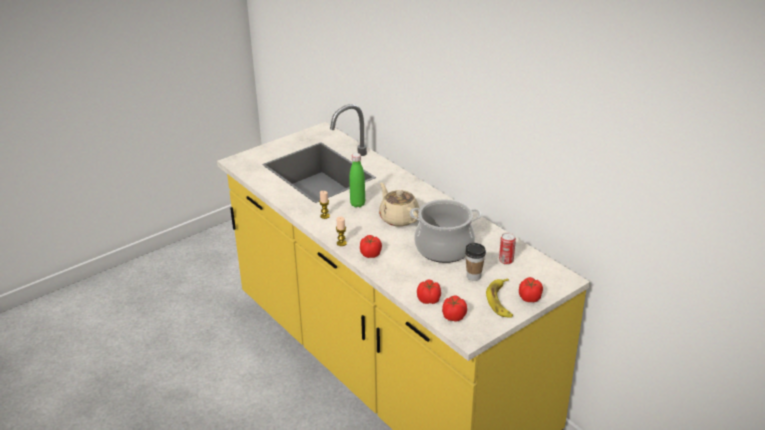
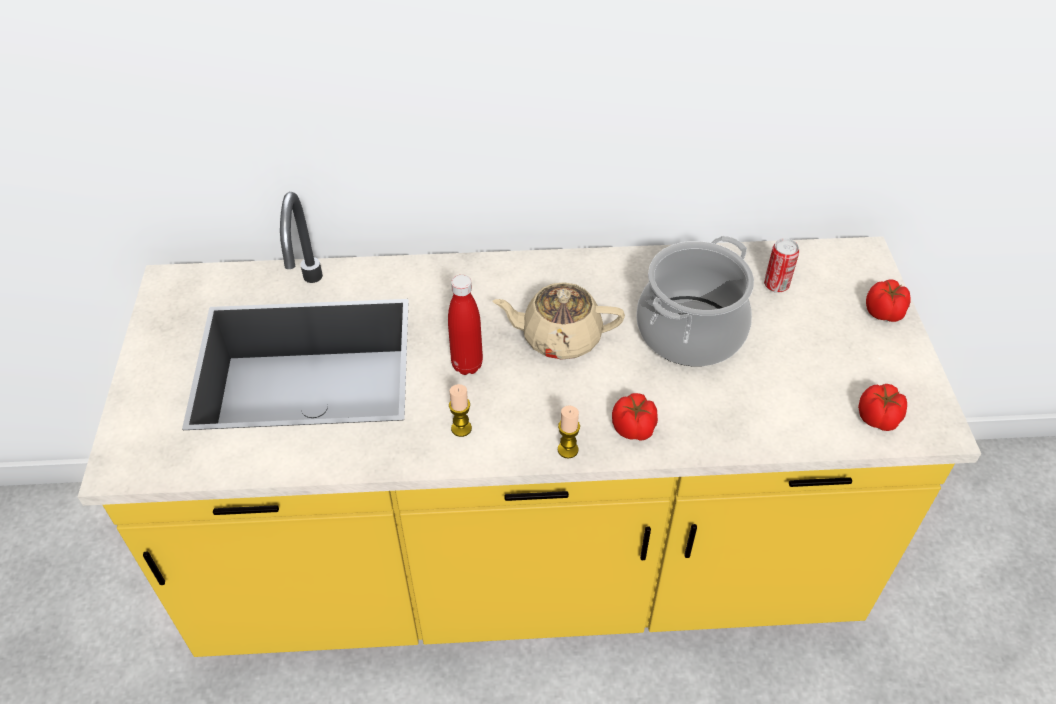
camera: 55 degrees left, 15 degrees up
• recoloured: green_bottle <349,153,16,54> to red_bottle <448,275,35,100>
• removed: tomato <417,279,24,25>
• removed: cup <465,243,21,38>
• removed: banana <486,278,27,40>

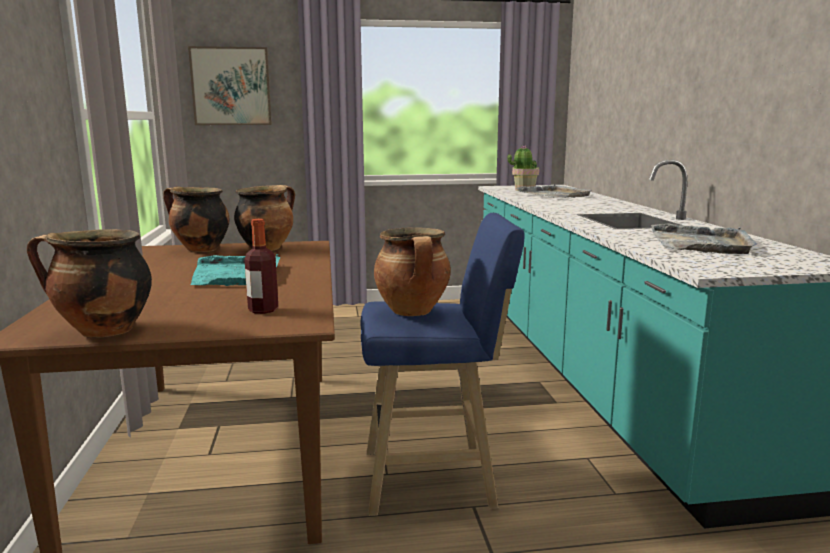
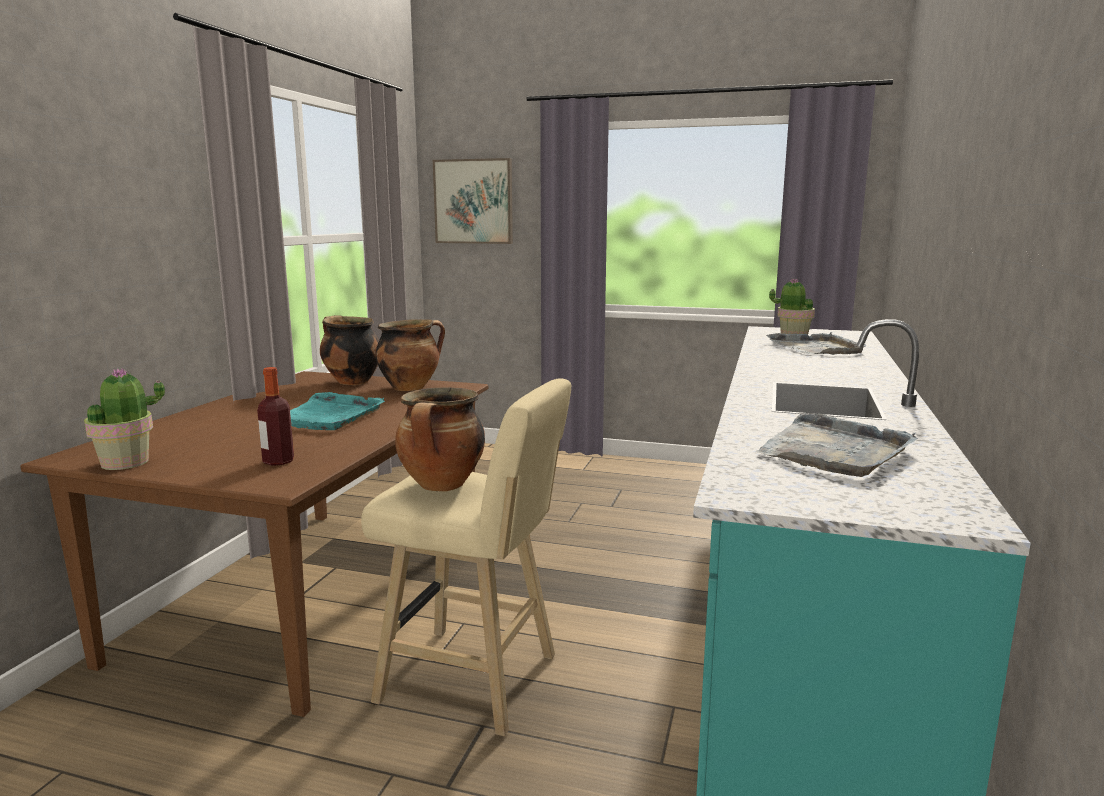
camera: 25 degrees right, 0 degrees up
• replaced: cooking_pot <27,229,125,108> to potted_plant <84,368,81,102>
• recoloured: blue_stool <361,213,164,303> to beige_stool <361,378,210,358>

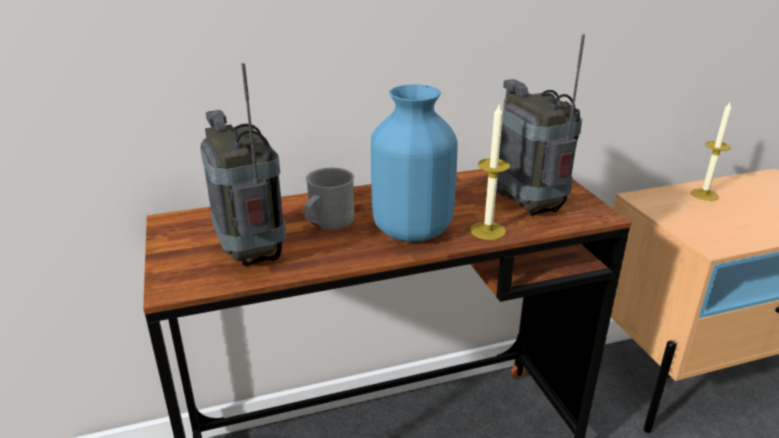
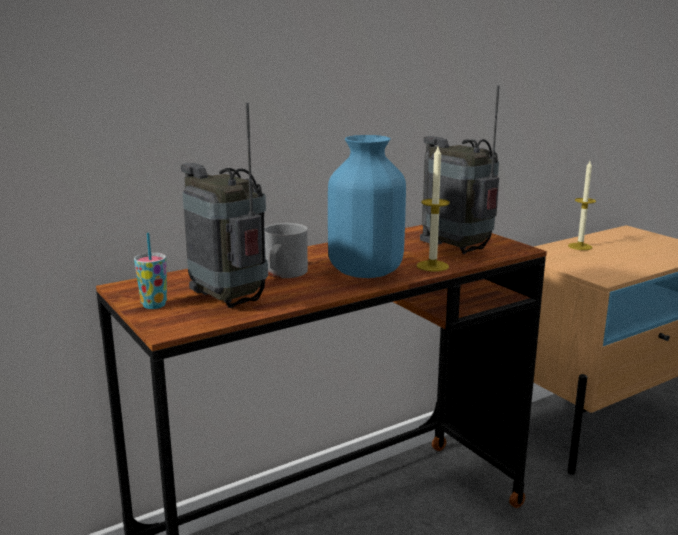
camera: 15 degrees left, 10 degrees down
• added: cup <134,233,33,76>

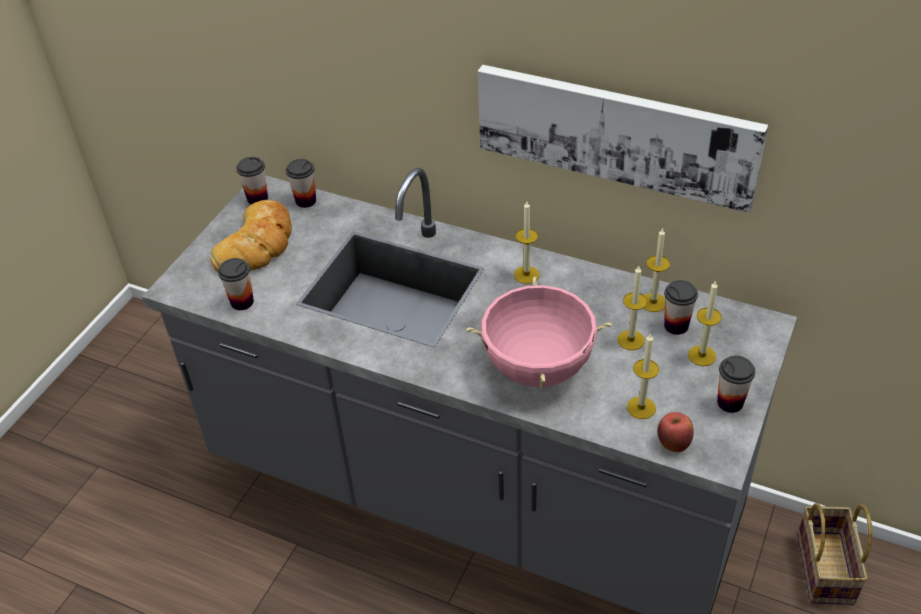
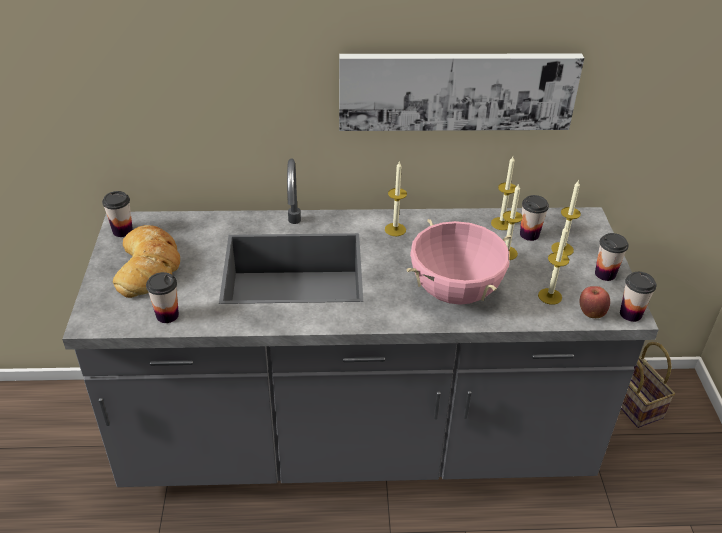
camera: 30 degrees left, 5 degrees down
• moved: cup <286,159,30,49> to <620,272,37,50>

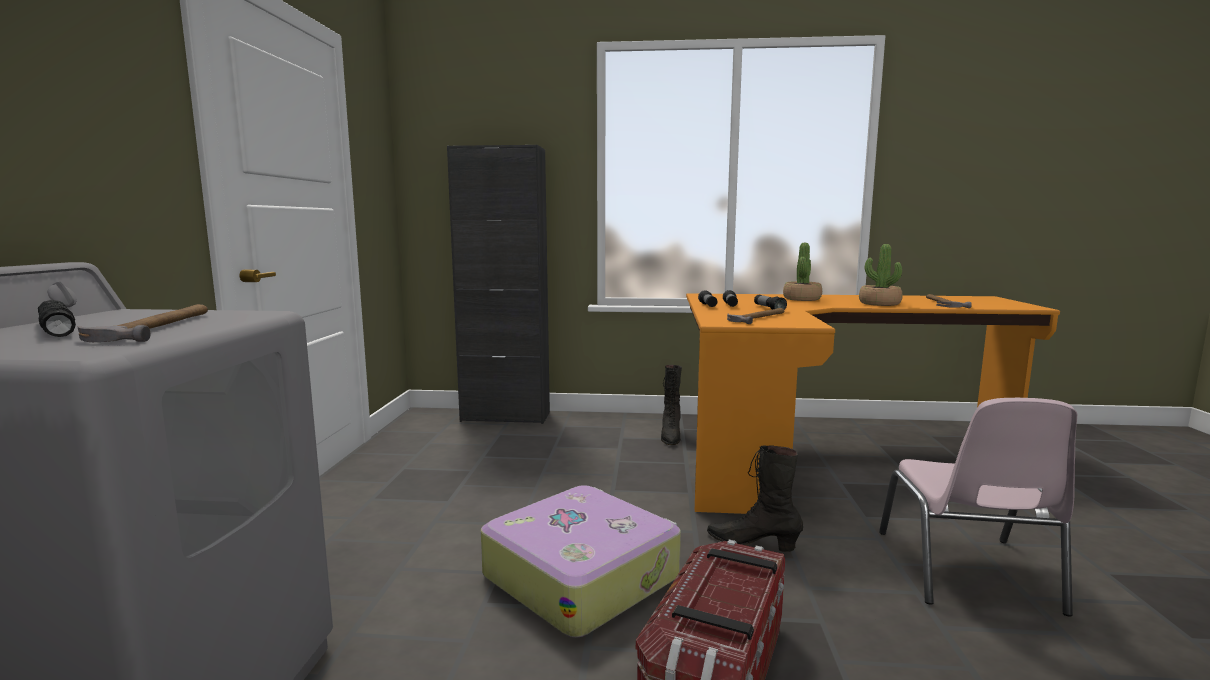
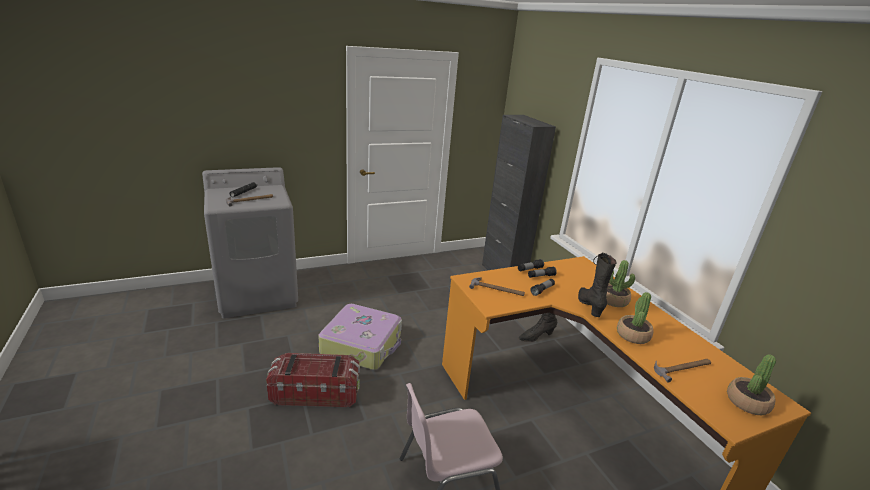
camera: 60 degrees right, 15 degrees up
• moved: black_boot <707,445,96,107> to <578,252,38,65>
• added: potted_plant <727,355,49,60>

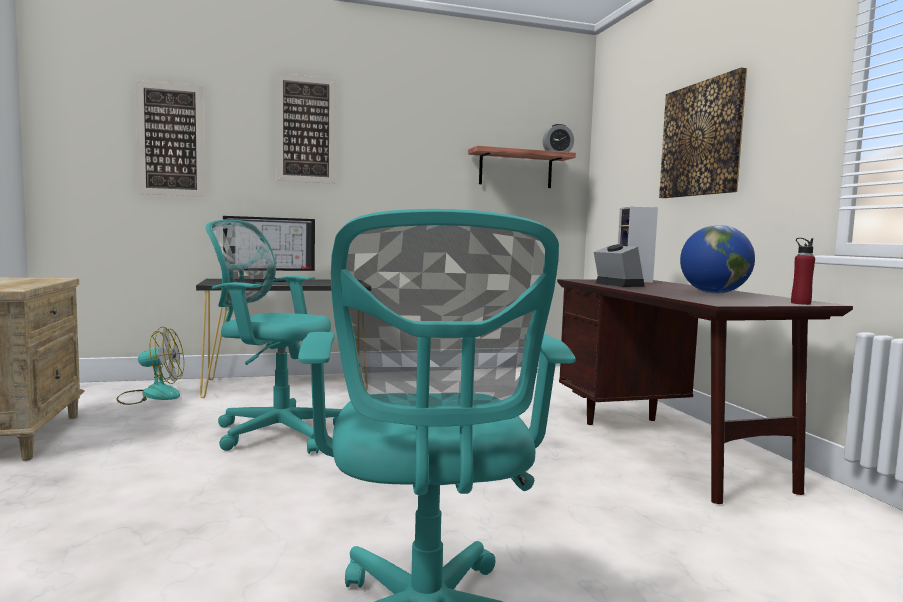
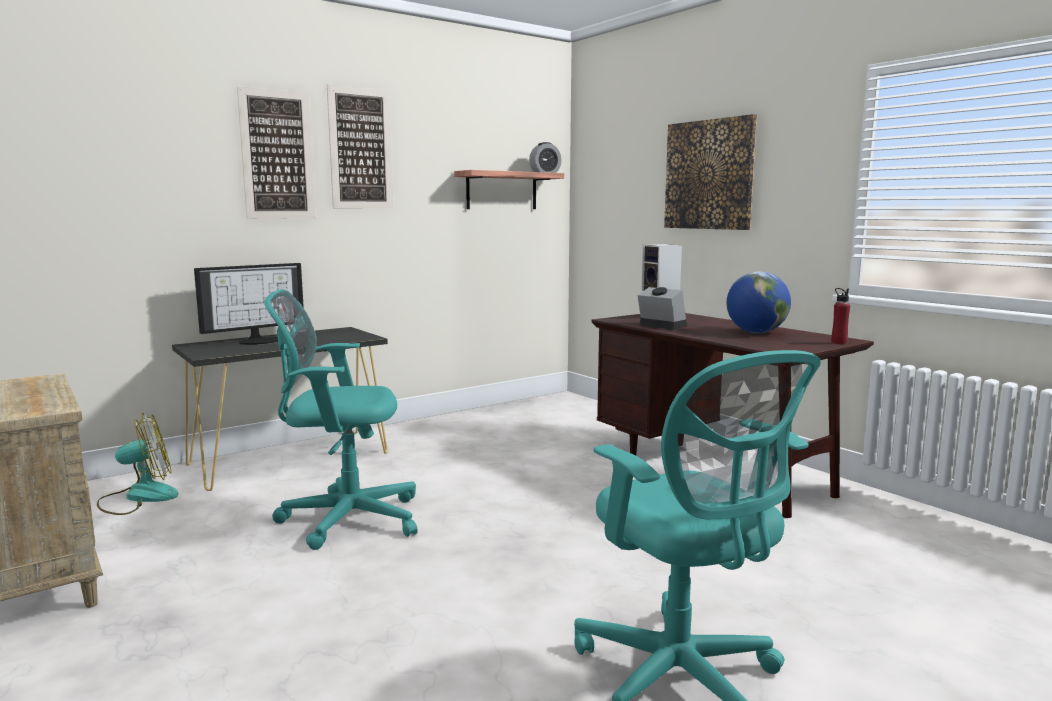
camera: 20 degrees left, 5 degrees up
• moved: picture <135,80,69,117> to <327,85,66,123>

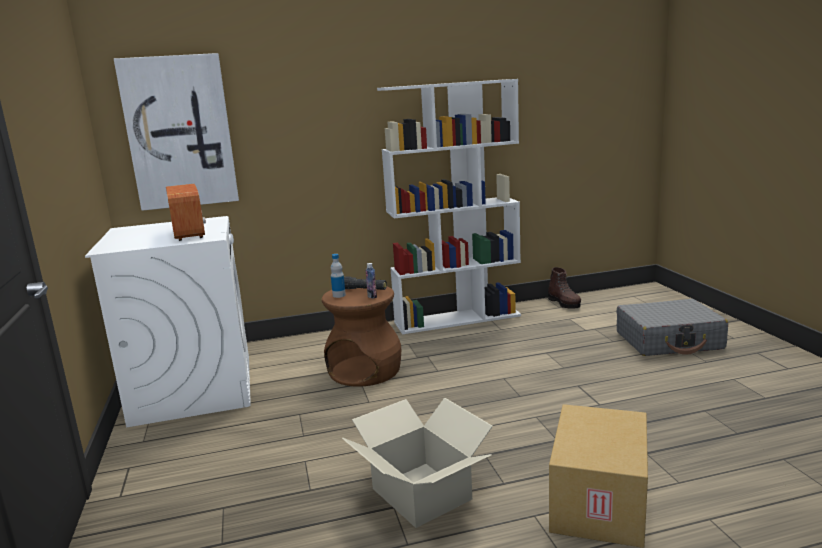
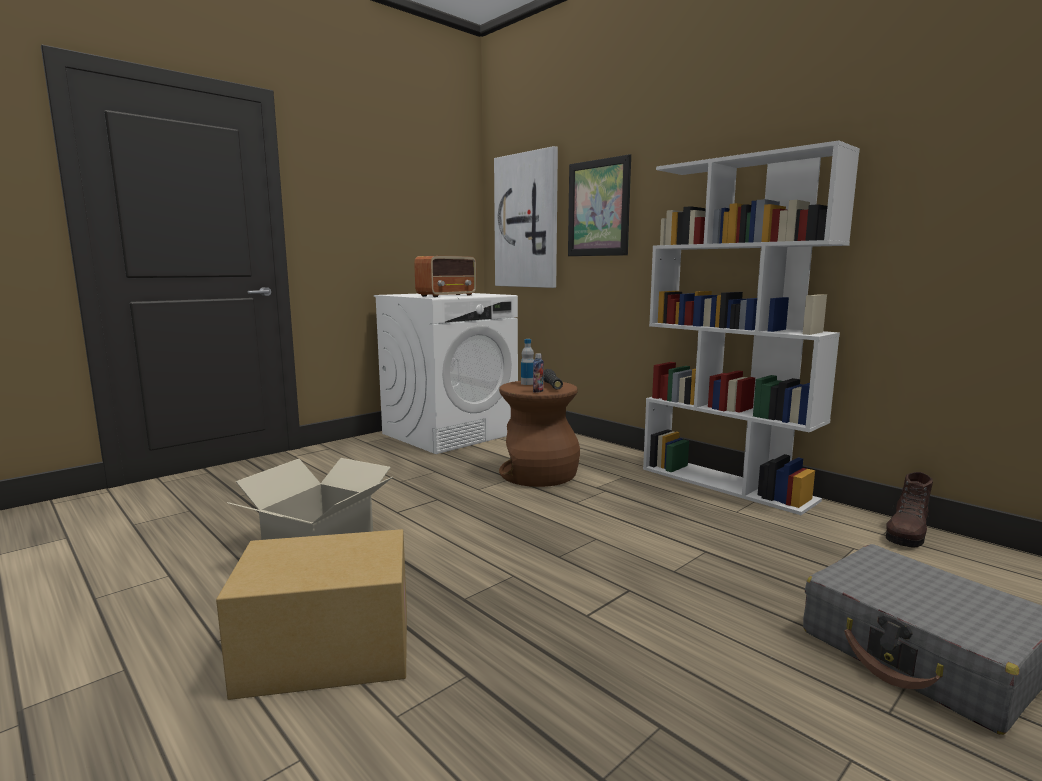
camera: 60 degrees right, 5 degrees down
• added: picture <568,154,63,102>

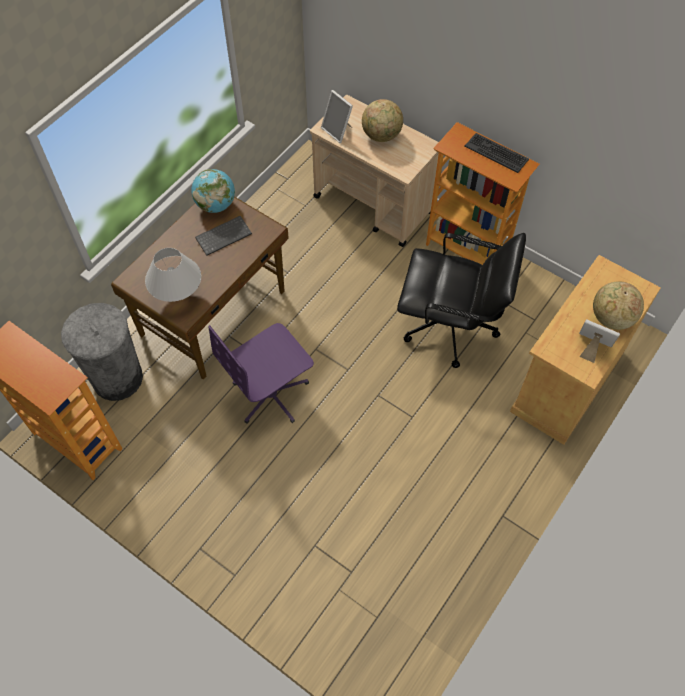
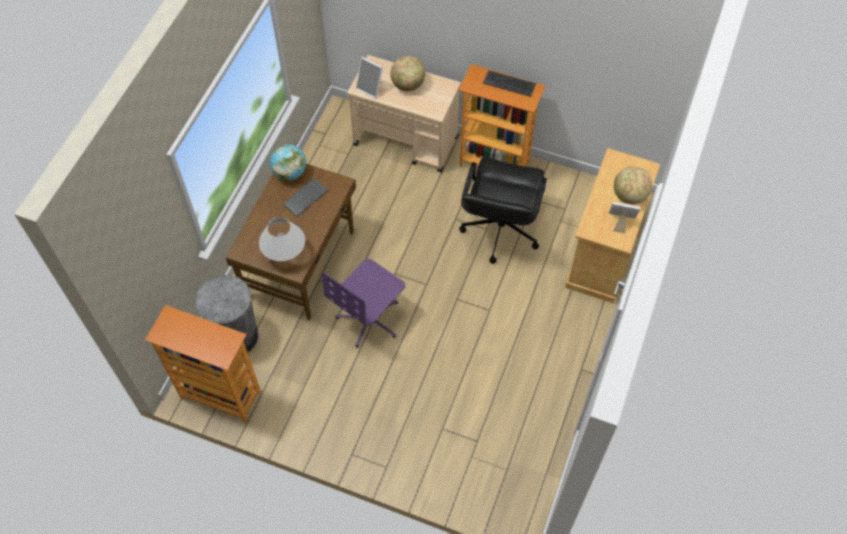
camera: 15 degrees left, 0 degrees up
• turned: black_office_chair <397,233,129,135> = <459,157,88,107> 105 degrees clockwise

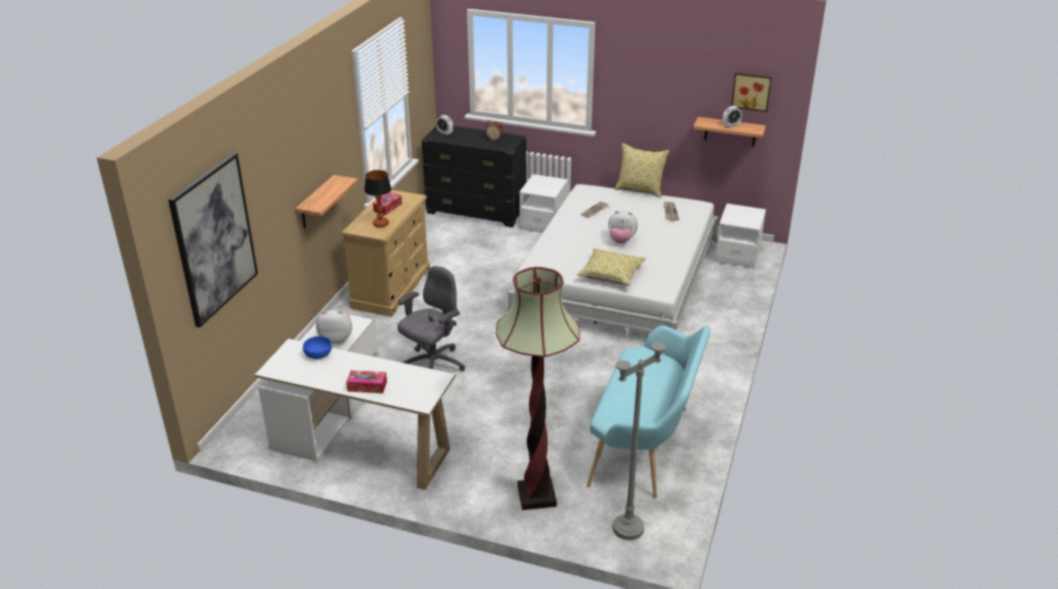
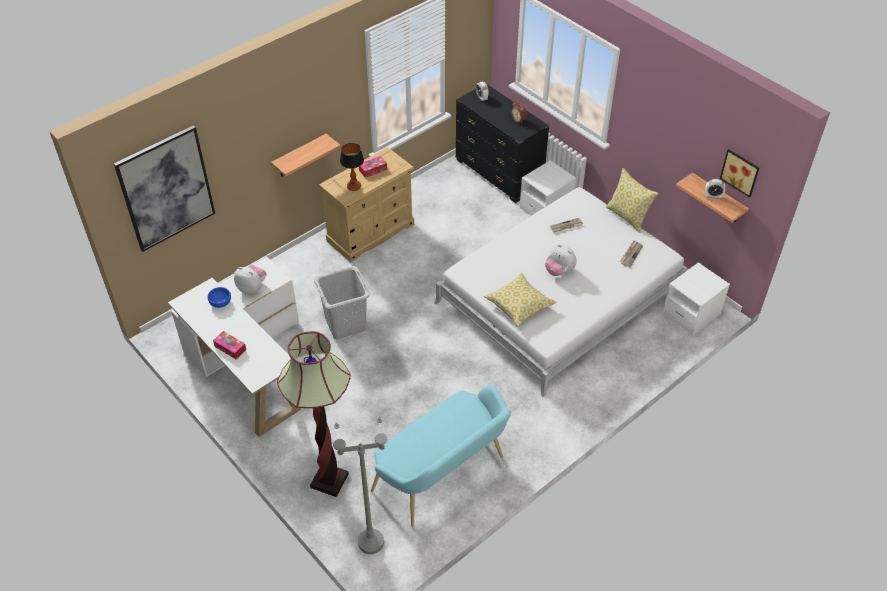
camera: 30 degrees right, 15 degrees up
• replaced: grey_office_chair <398,266,67,105> to grey_laundry_basket <314,266,56,73>

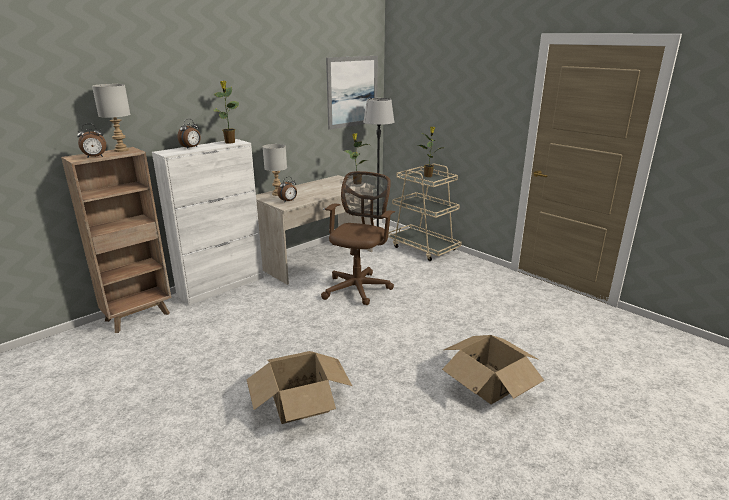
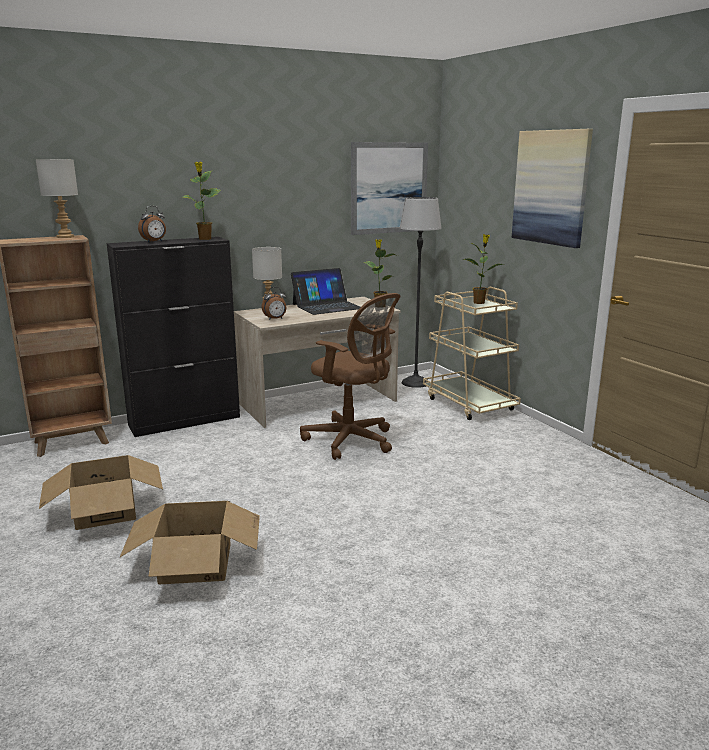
camera: 15 degrees right, 5 degrees down
• removed: alarm_clock <77,124,29,34>
• recoloured: white_cabinet <152,139,112,166> to black_cabinet <106,237,134,200>
• turned: brown_office_chair <321,171,74,134> = <300,293,100,167> 90 degrees clockwise
• moved: cardboard_box <442,335,102,70> to <39,455,124,75>
• added: laptop <291,268,69,47>
• added: picture <512,129,81,119>

